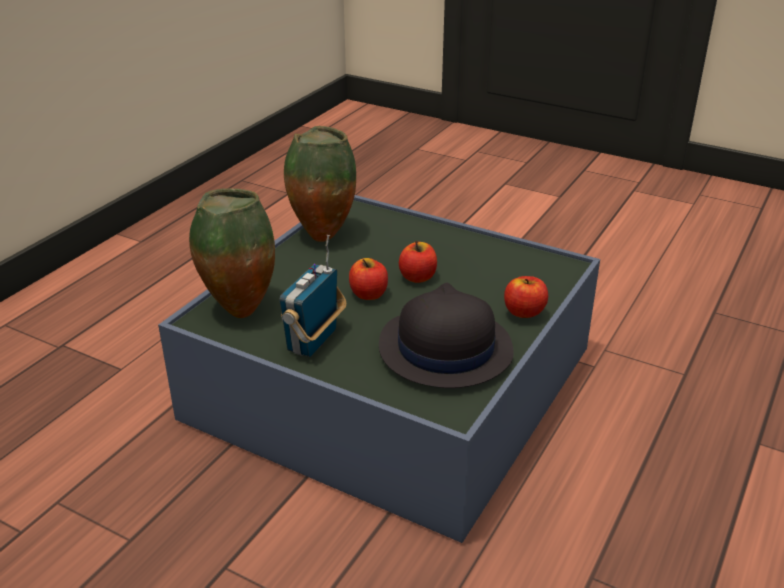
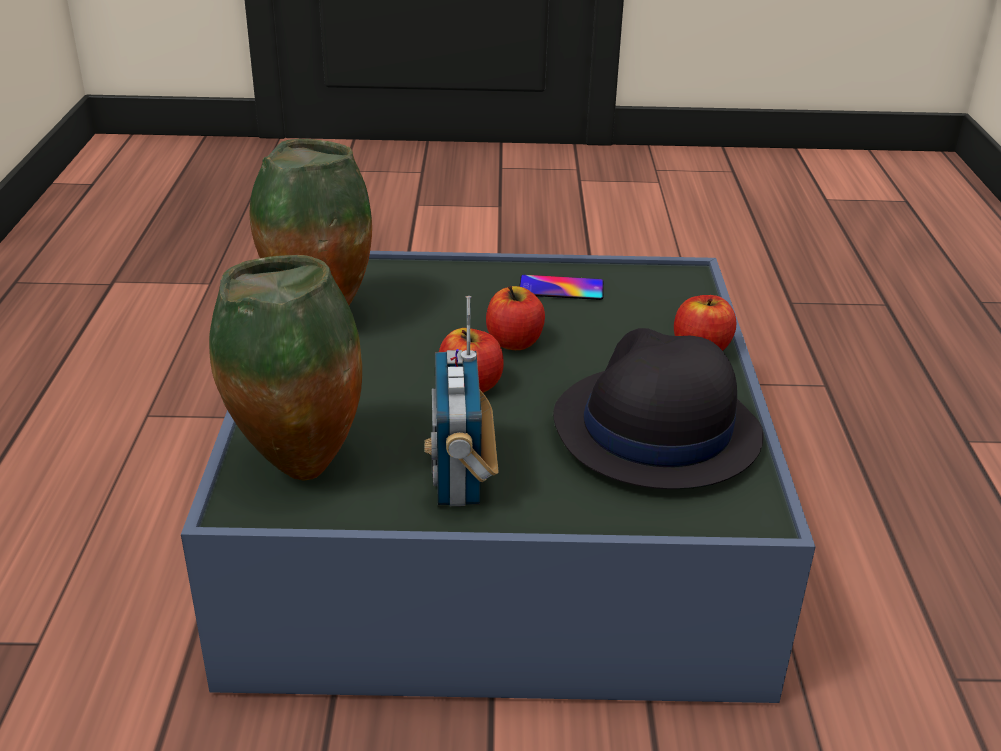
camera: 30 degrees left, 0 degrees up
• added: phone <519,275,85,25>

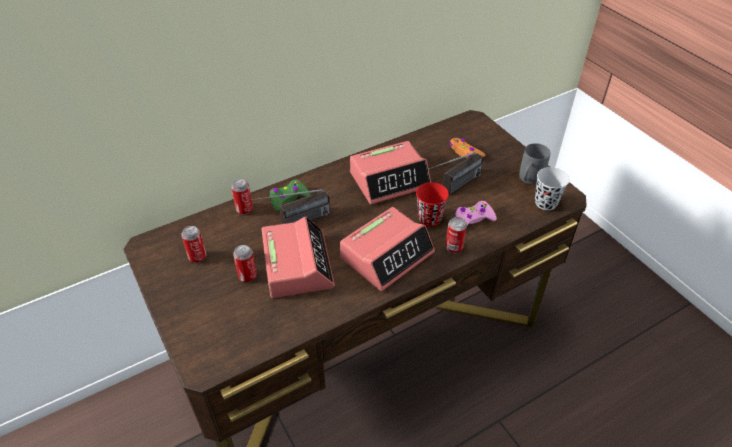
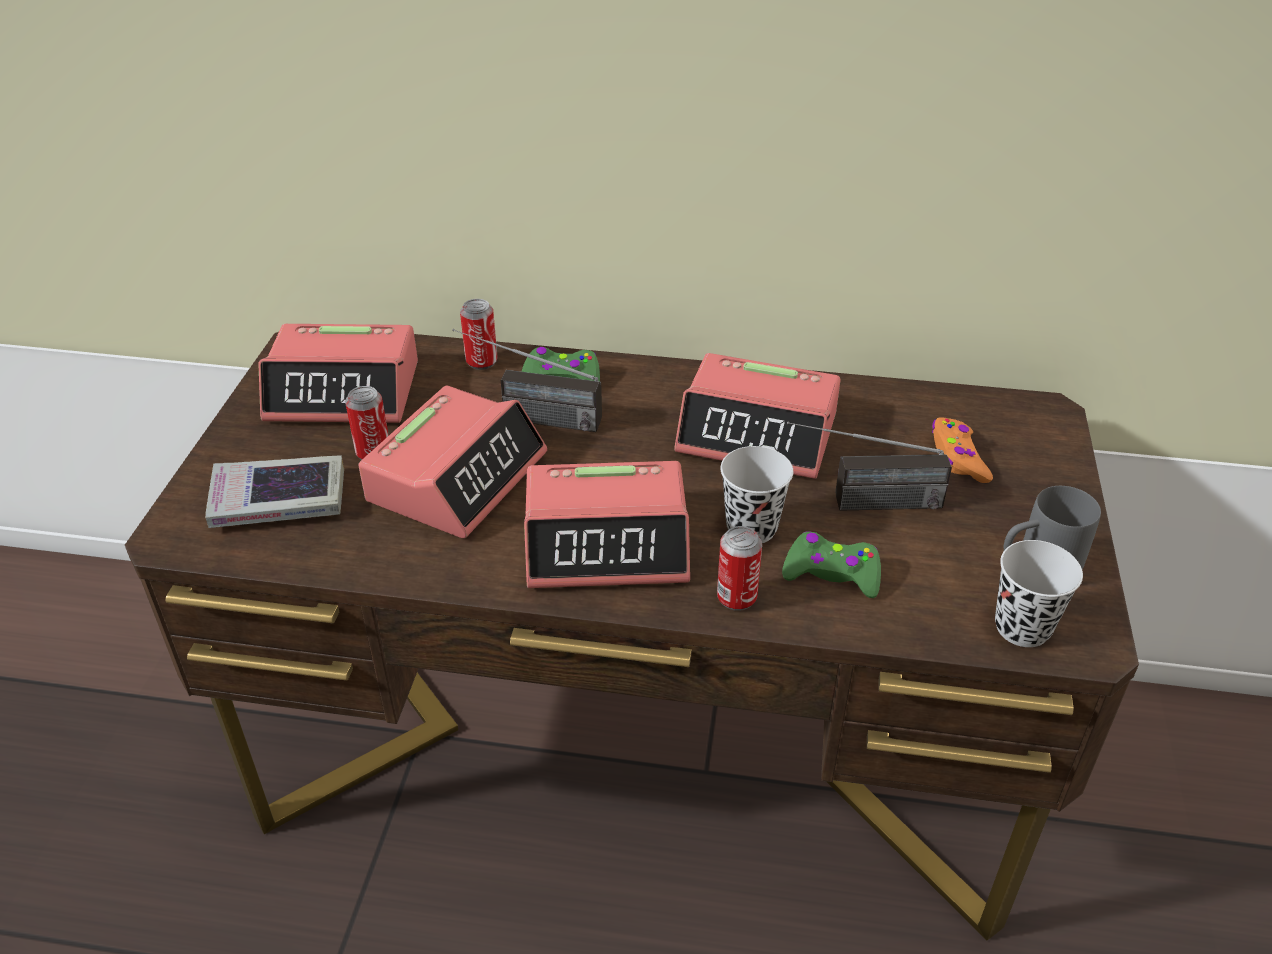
camera: 40 degrees right, 5 degrees down
• replaced: can <181,226,25,37> to alarm_clock <258,324,160,99>
• recoloured: red_cup <416,182,33,45> to black_cup <720,446,73,97>
• recoloured: pink_game_controller <456,201,41,25> to green_game_controller <782,531,99,67>
• added: book <205,455,139,73>

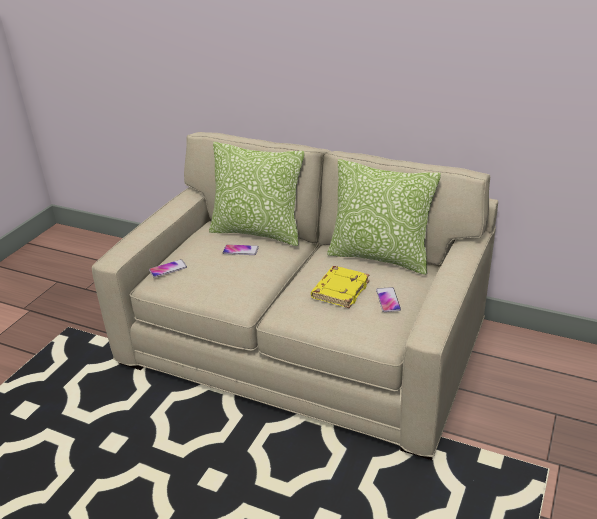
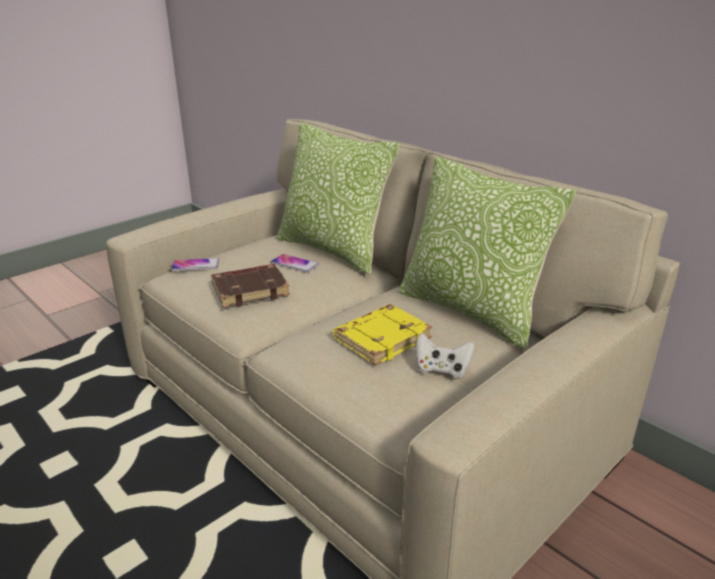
camera: 20 degrees right, 5 degrees down
• replaced: phone <376,287,25,25> to white_game_controller <416,333,58,46>
• added: brown_book <211,264,79,44>

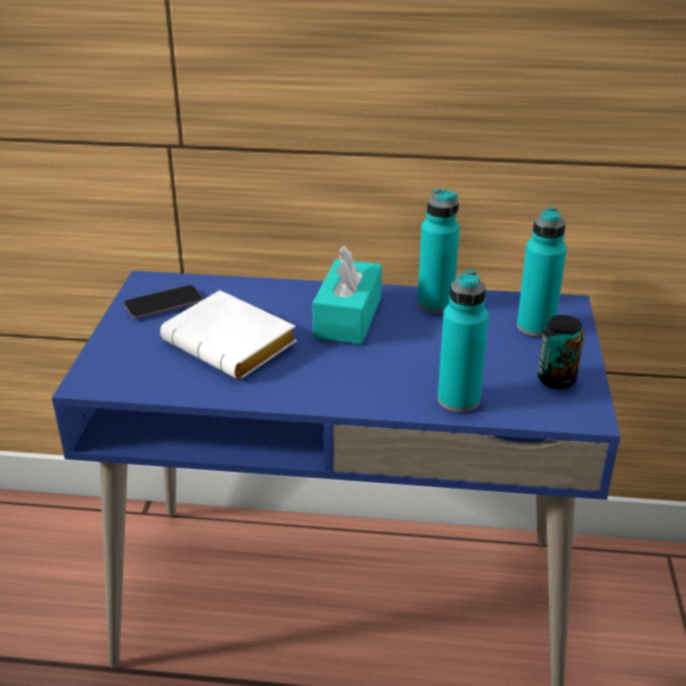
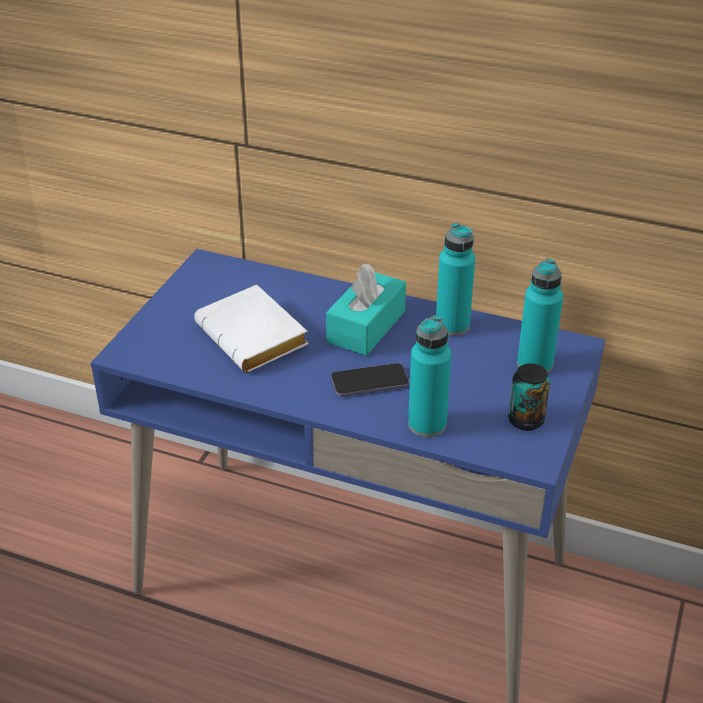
camera: 15 degrees right, 5 degrees up
• moved: phone <124,285,79,34> to <331,363,78,33>

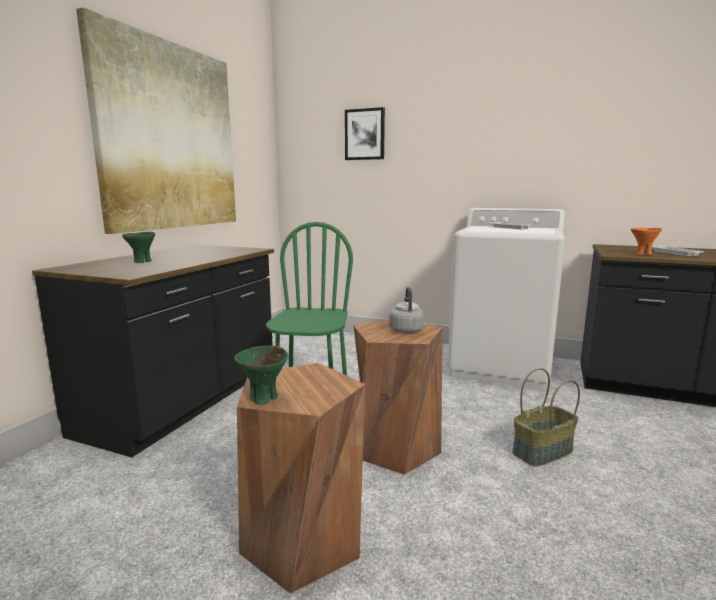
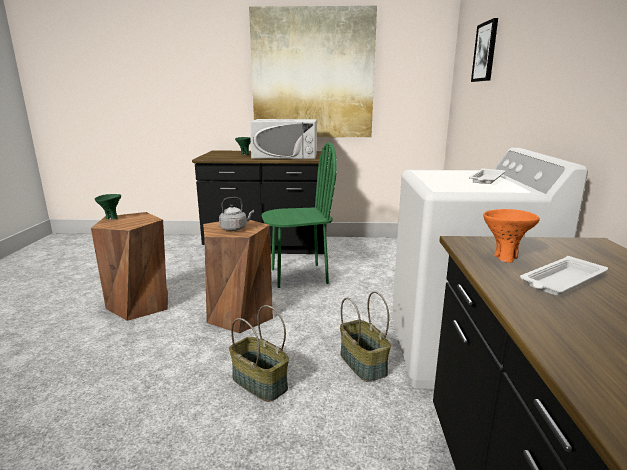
camera: 70 degrees right, 5 degrees up
• added: white_microwave <250,119,67,40>
• added: basket <340,292,51,90>

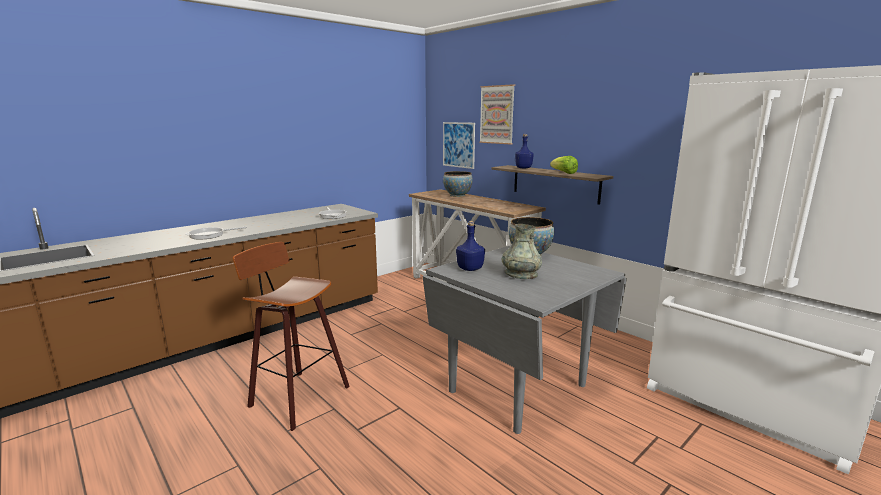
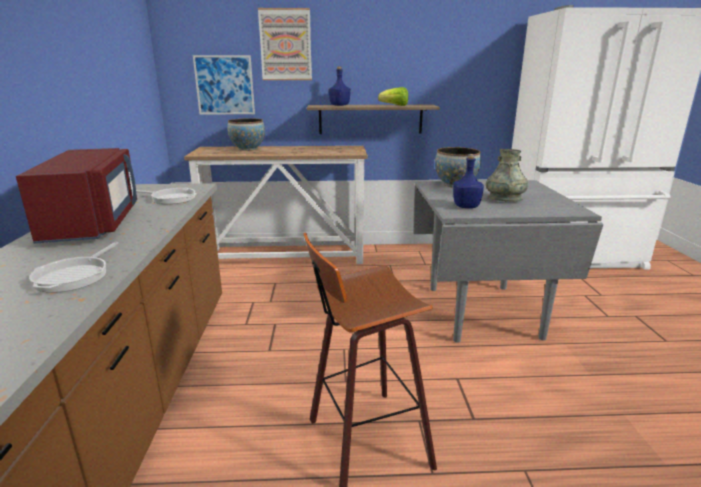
camera: 50 degrees left, 5 degrees up
• added: red_microwave <16,148,121,96>

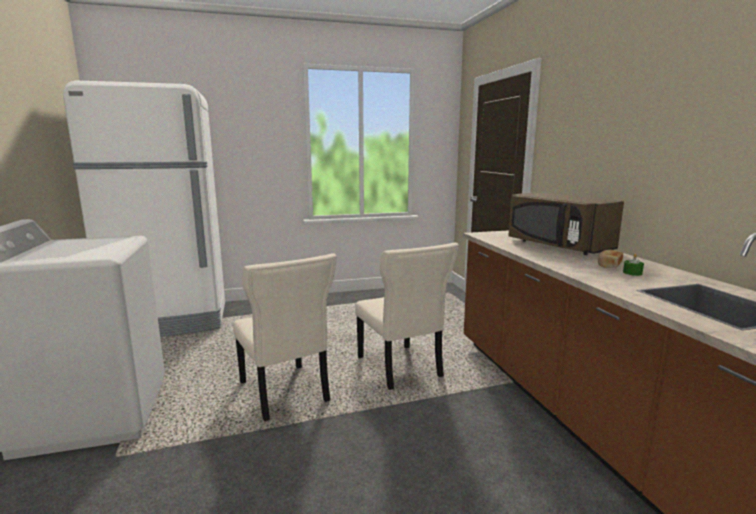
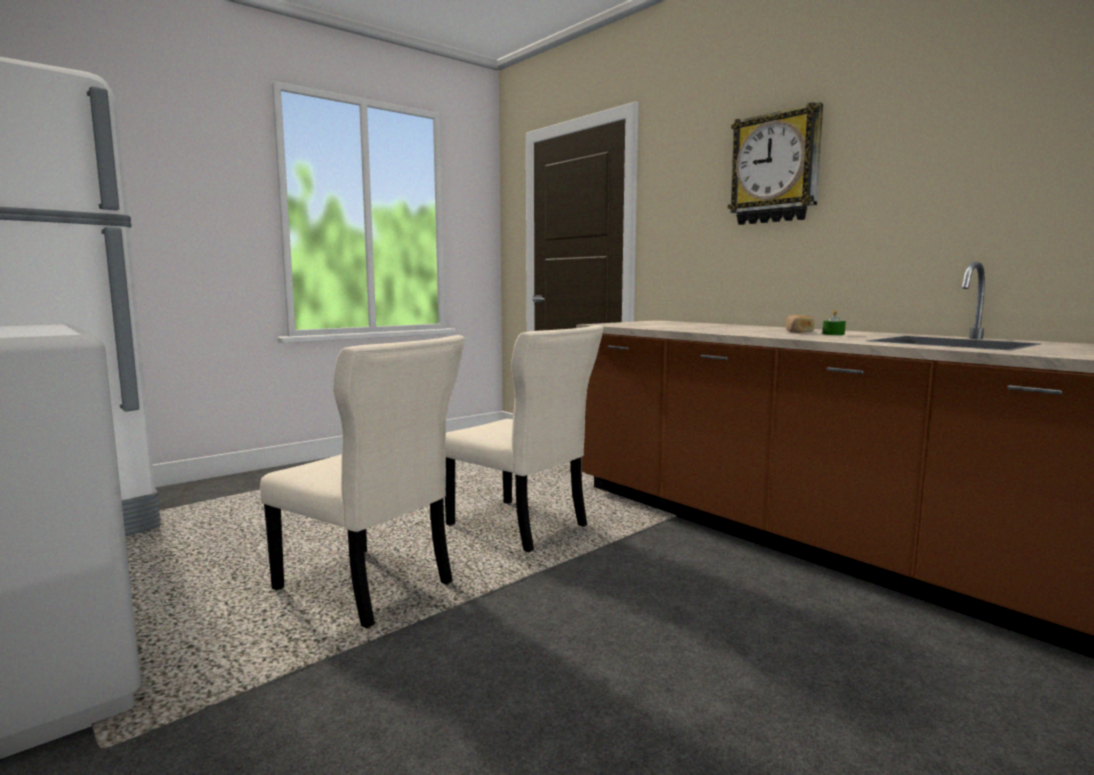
camera: 25 degrees left, 5 degrees down
• removed: brown_microwave <508,192,116,63>
• added: wall_clock <728,102,95,123>

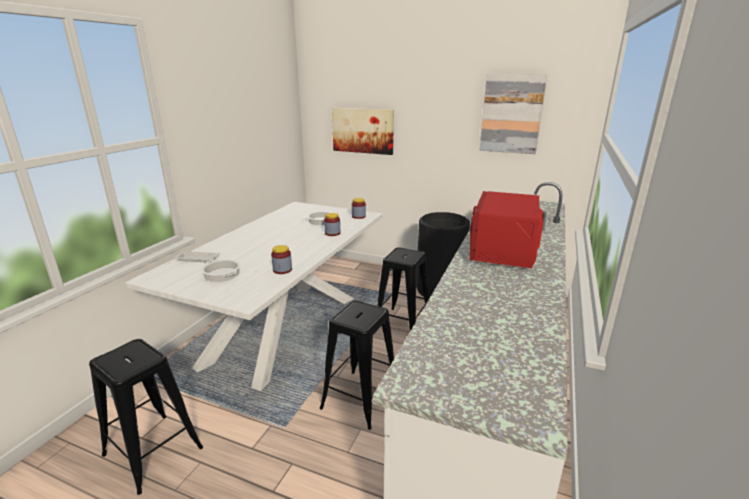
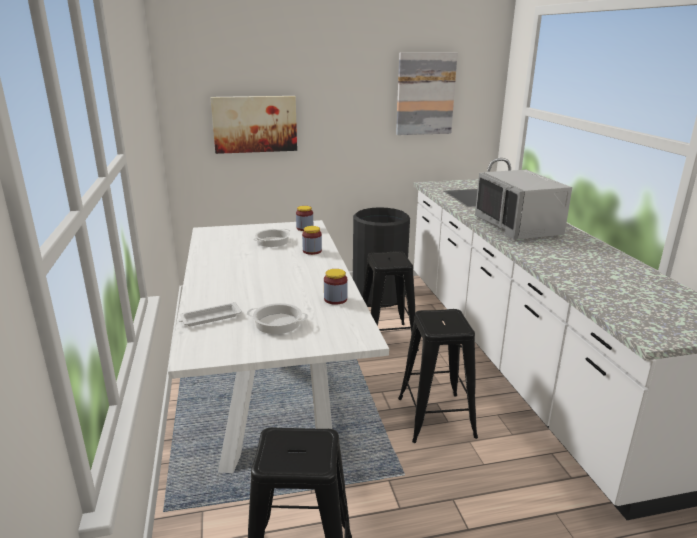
camera: 35 degrees left, 0 degrees up
• recoloured: red_microwave <470,191,73,77> to grey_microwave <475,170,97,69>

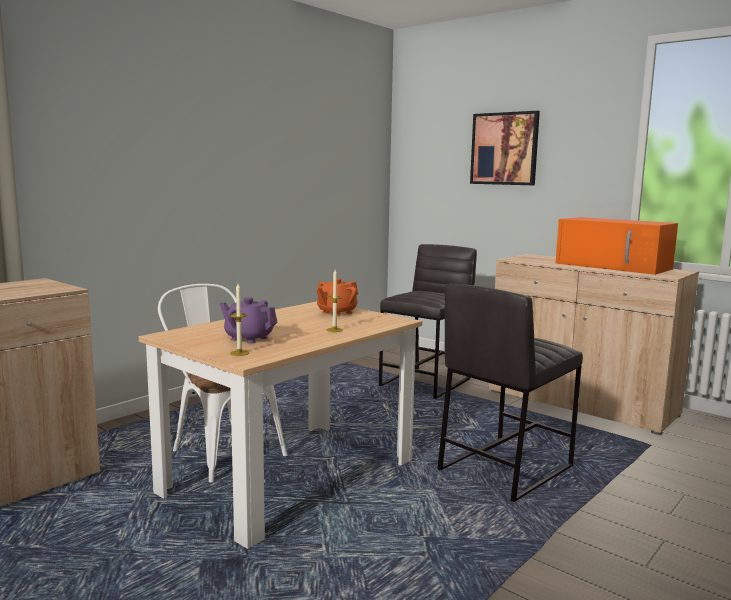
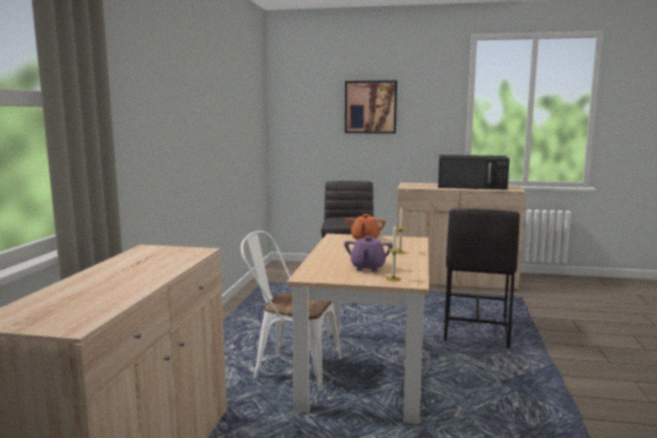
camera: 30 degrees left, 0 degrees up
• turned: purple_teapot <220,297,58,47> = <344,236,49,36> 75 degrees counterclockwise
• recoloured: orange_microwave <556,217,122,58> to black_microwave <438,155,72,35>

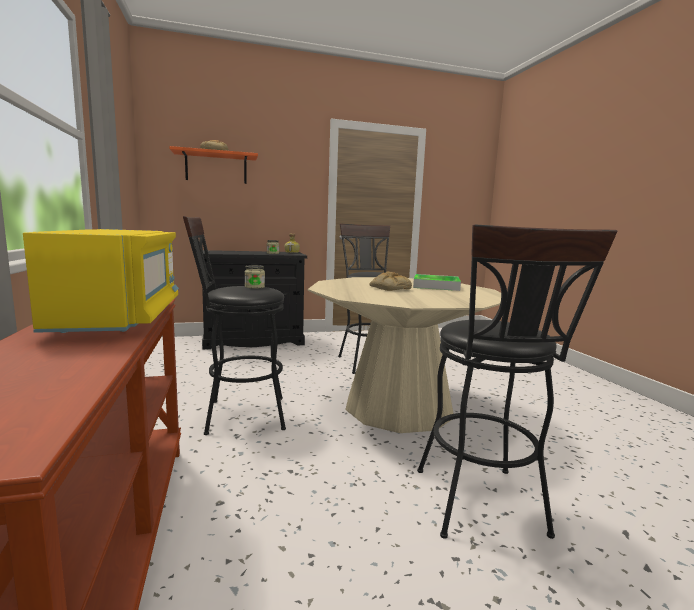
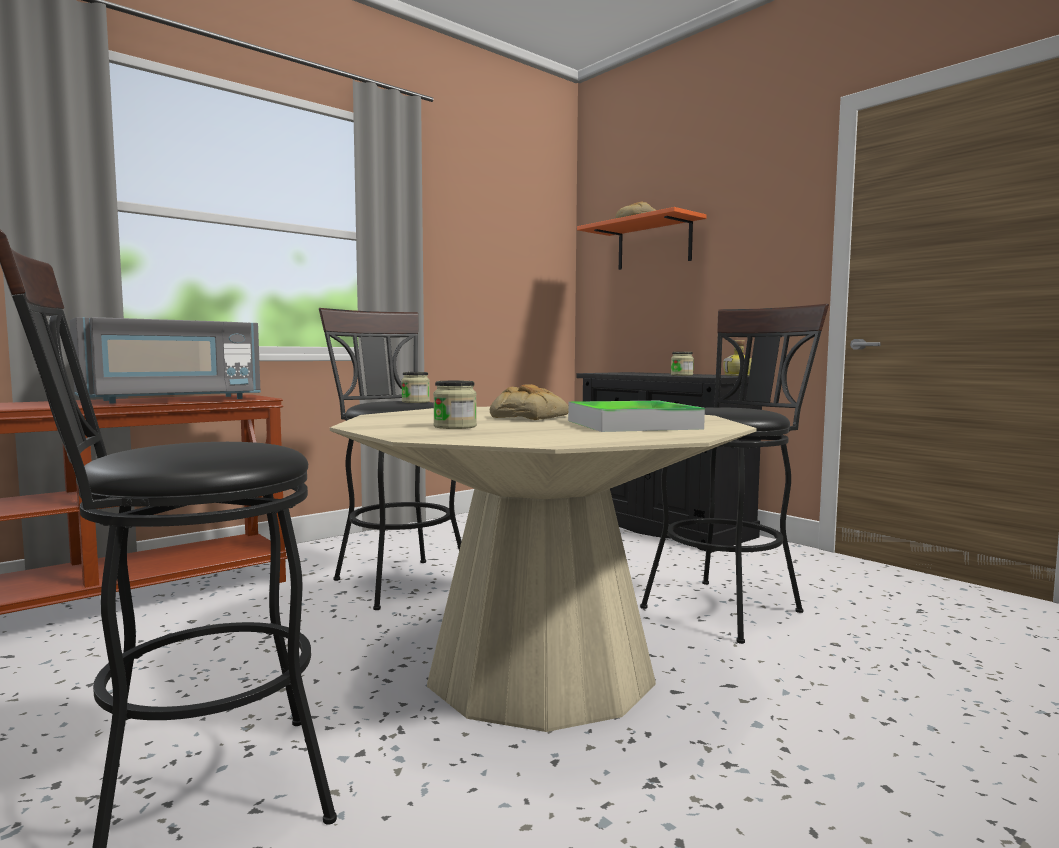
camera: 65 degrees right, 5 degrees down
• recoloured: yellow_microwave <23,229,156,104> to grey_microwave <70,317,191,87>
• added: jar <433,381,44,48>

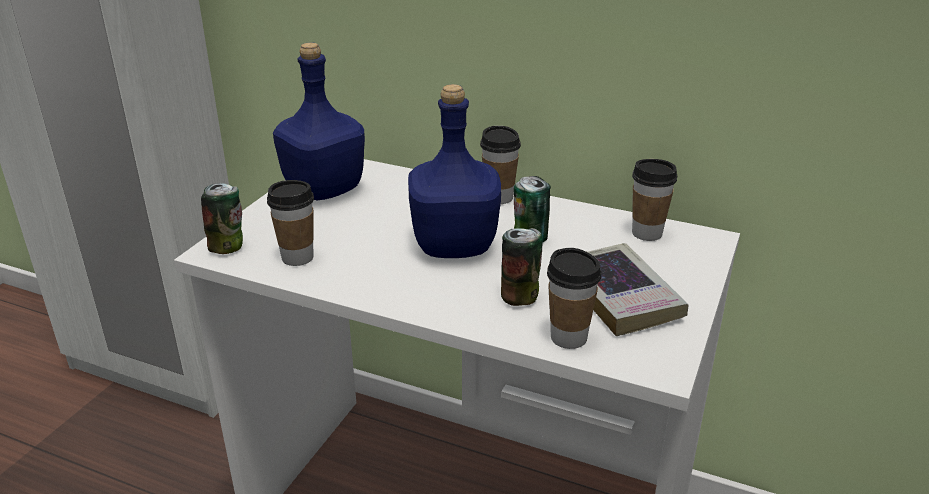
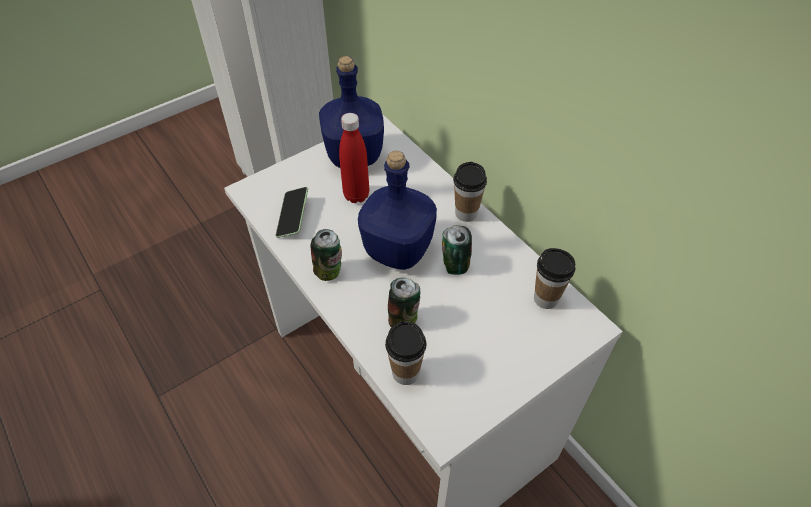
camera: 30 degrees right, 20 degrees up
• moved: can <201,183,42,71> to <311,229,31,52>
• replaced: cup <267,180,47,86> to phone <276,187,32,51>
• removed: book <588,243,101,93>
• added: red_bottle <339,113,30,90>

